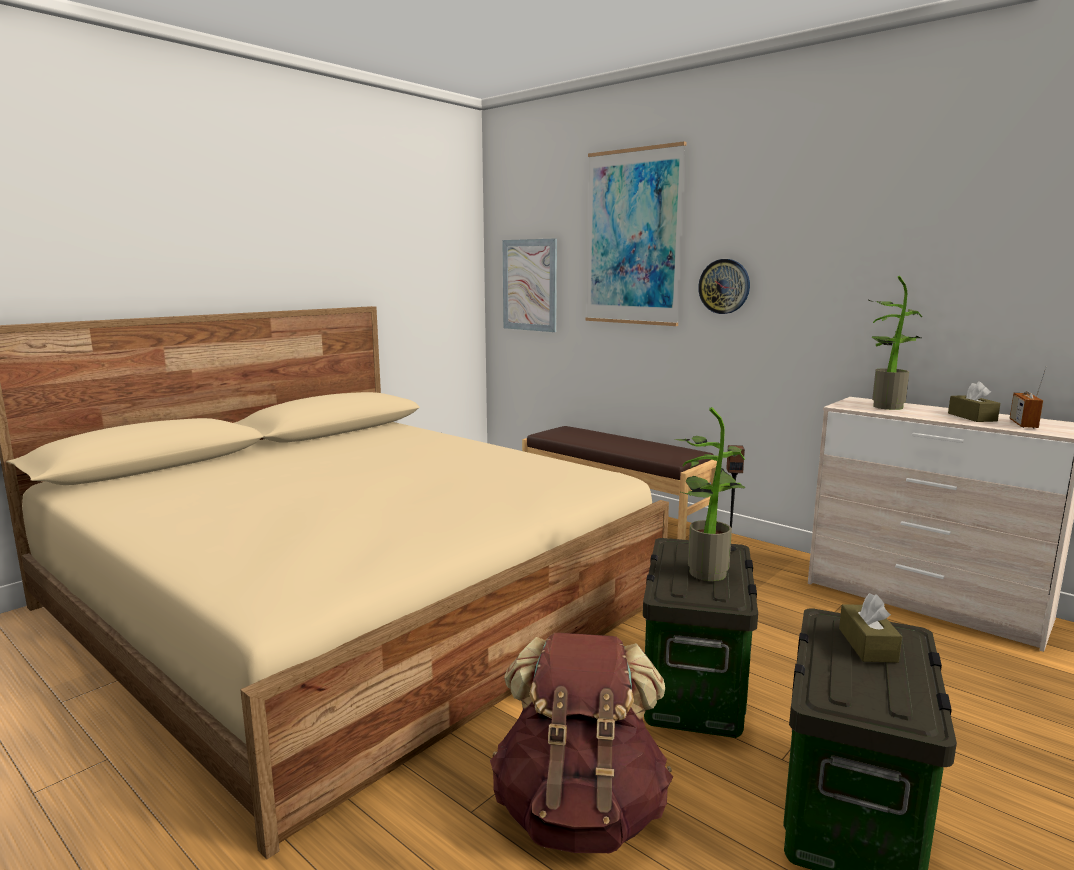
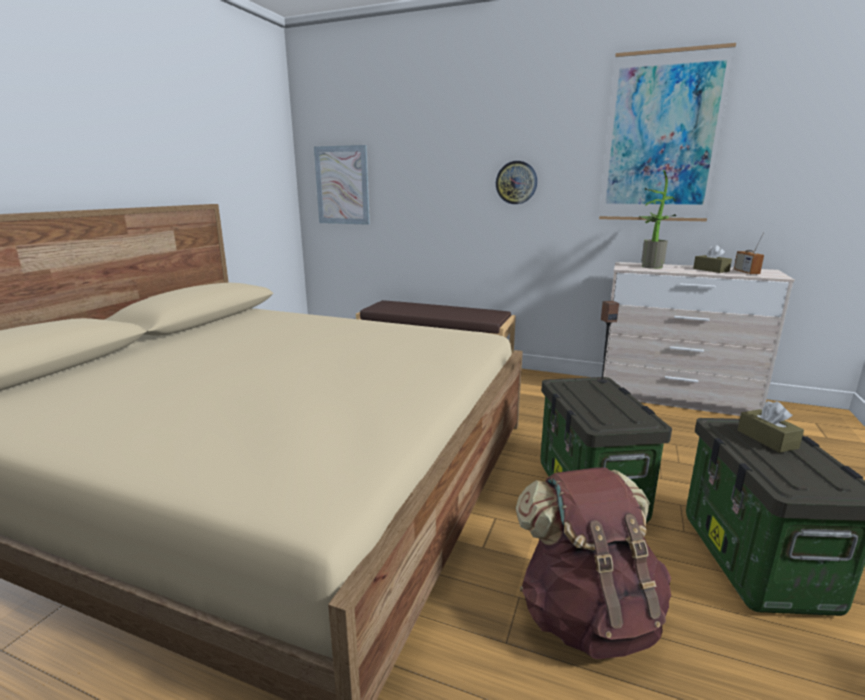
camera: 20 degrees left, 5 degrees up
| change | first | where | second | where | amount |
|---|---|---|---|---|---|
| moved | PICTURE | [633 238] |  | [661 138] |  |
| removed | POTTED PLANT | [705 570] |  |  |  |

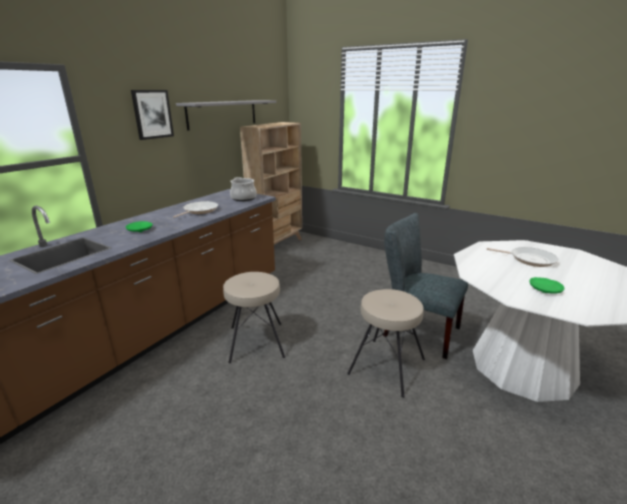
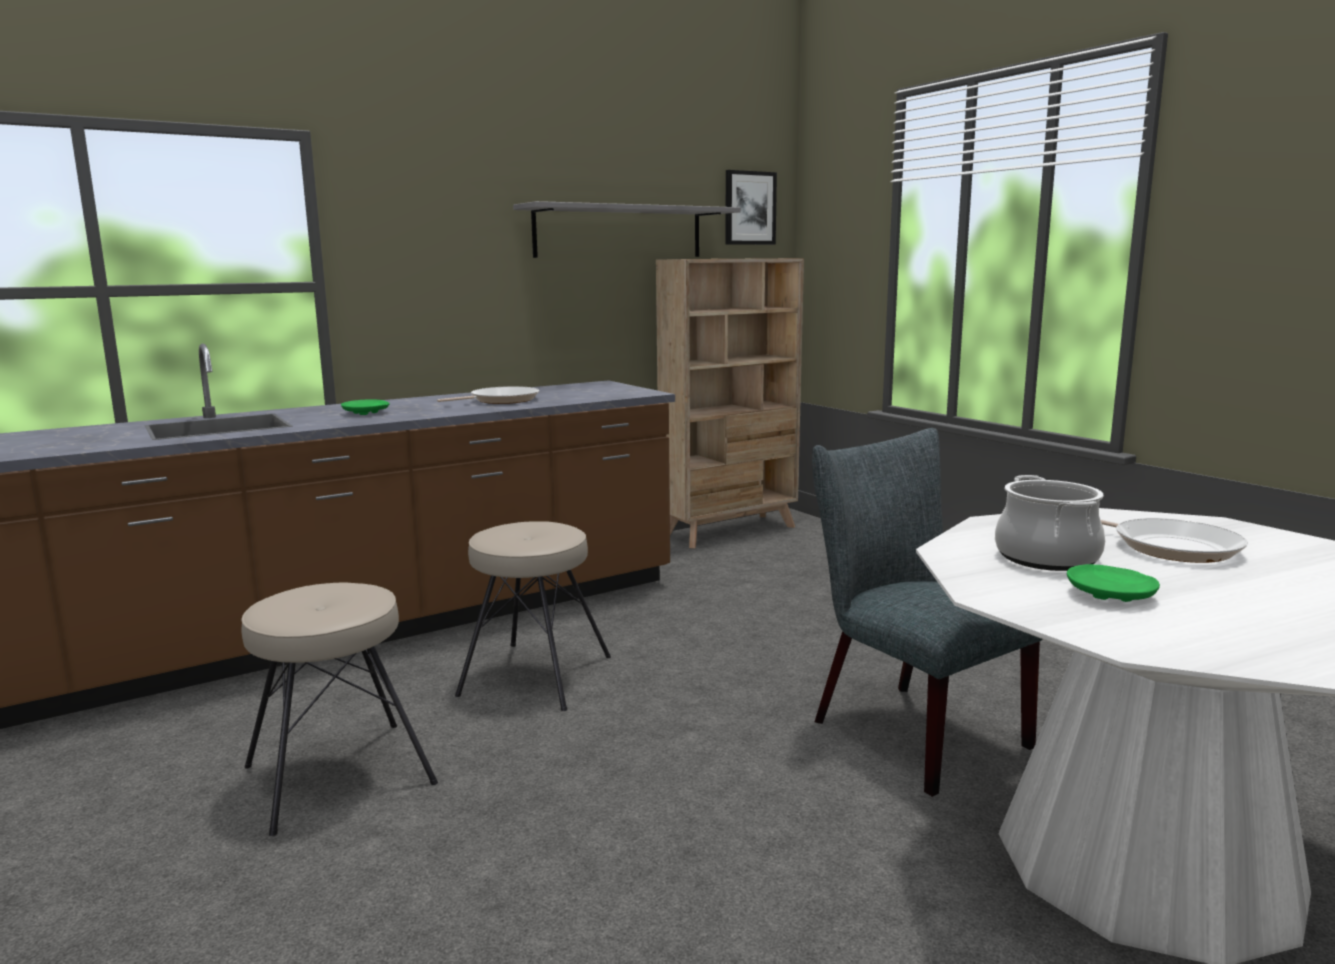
camera: 25 degrees right, 10 degrees down
| change | first | where | second | where | amount |
|---|---|---|---|---|---|
| moved | BEIGE STOOL | [386 366] |  | [338 773] |  |
| moved | PICTURE | [152 114] |  | [749 208] |  |
| moved | COOKING POT | [243 198] |  | [1046 557] |  |

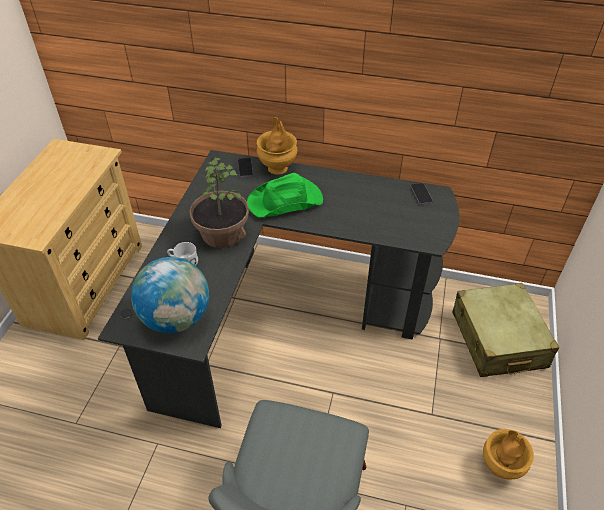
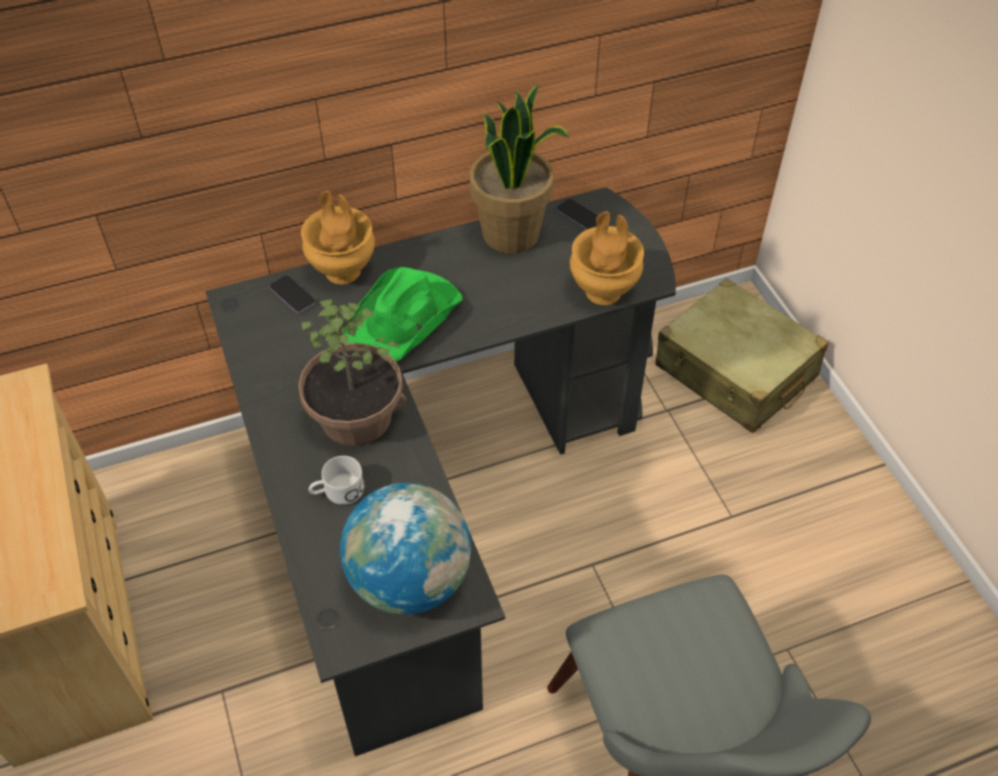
camera: 35 degrees left, 5 degrees up
| change | first | where | second | where | amount |
|---|---|---|---|---|---|
| added |  |  | POTTED PLANT | [512 235] |  |
| moved | BROWN VASE | [501 467] |  | [604 292] |  |

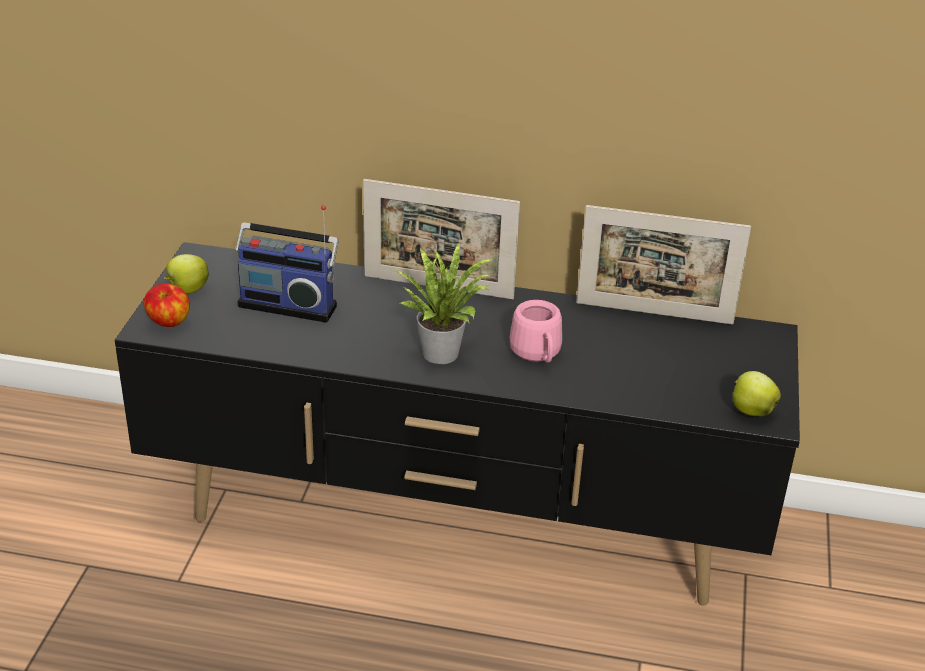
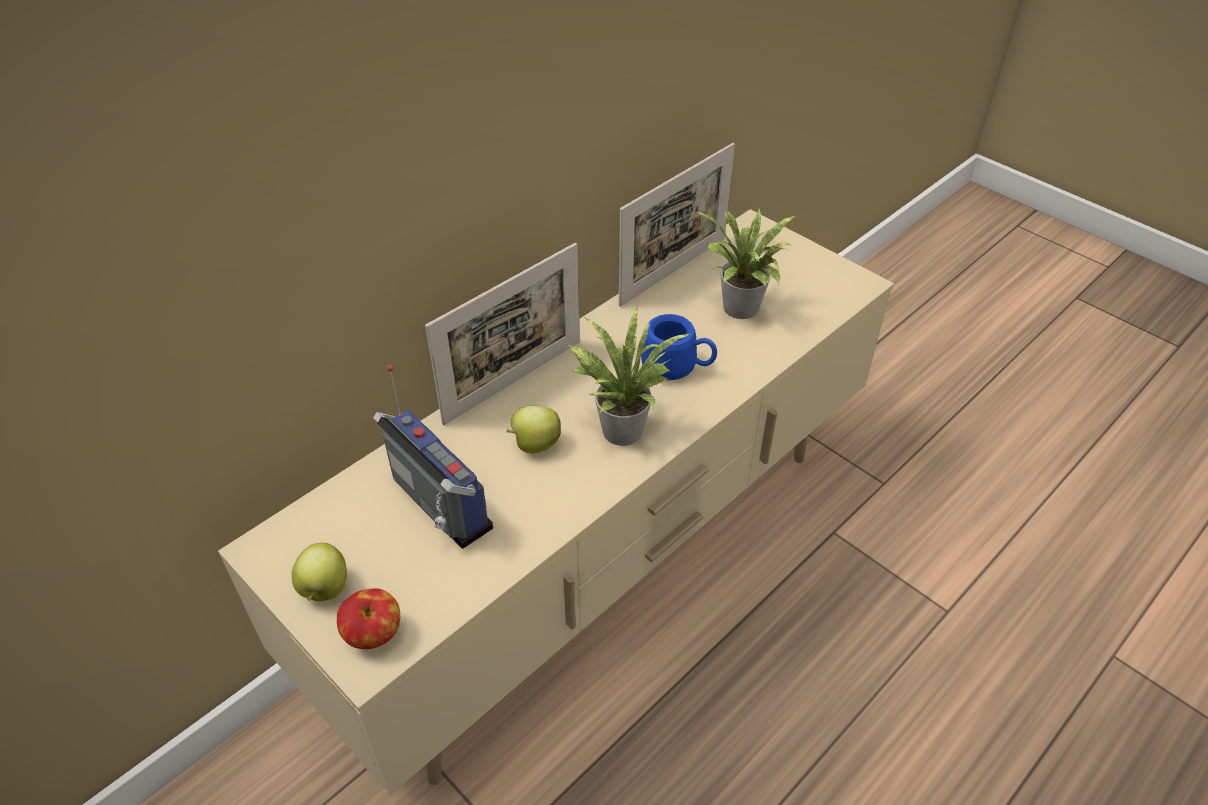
camera: 55 degrees left, 10 degrees up
| change | first | where | second | where | amount |
|---|---|---|---|---|---|
| recoloured | BLACK TV STAND | [457 524] | BEIGE TV STAND | [603 566] |  |
| turned | RADIO | [289 303] |  | [437 507] | 90 degrees counterclockwise |
| moved | APPLE | [751 411] |  | [534 445] |  |
| recoloured | PINK MUG | [538 355] | BLUE MUG | [677 368] |  |
| added |  |  | POTTED PLANT | [740 310] |  |

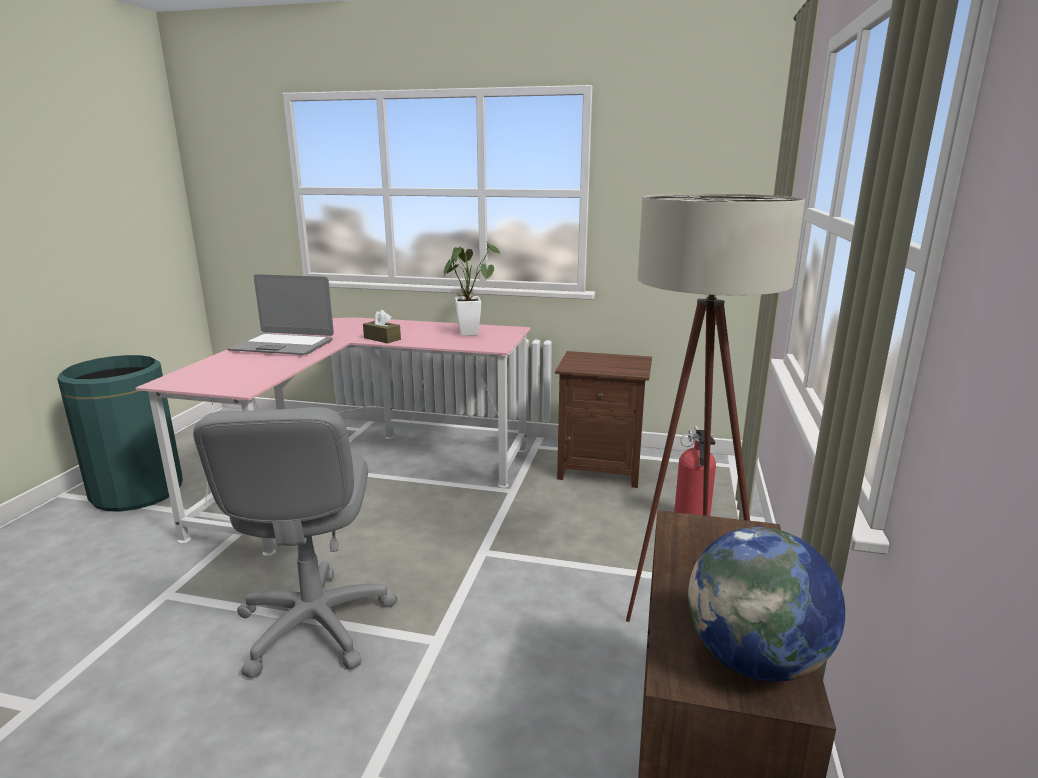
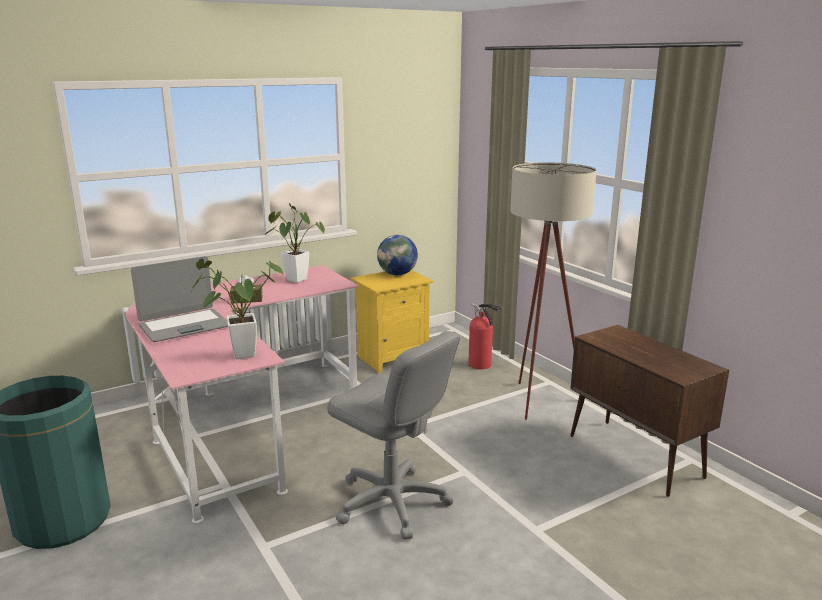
camera: 45 degrees left, 0 degrees up
| change | first | where | second | where | amount |
|---|---|---|---|---|---|
| added |  |  | POTTED PLANT | [238 355] |  |
| recoloured | BROWN NIGHTSTAND | [600 469] | YELLOW NIGHTSTAND | [391 357] |  |
| moved | GLOBE | [755 660] |  | [397 274] |  |

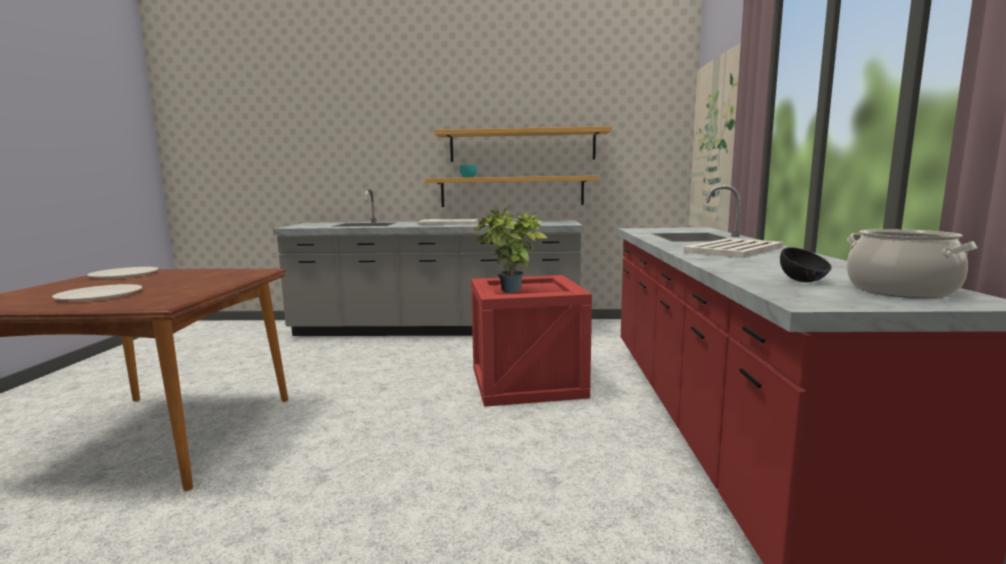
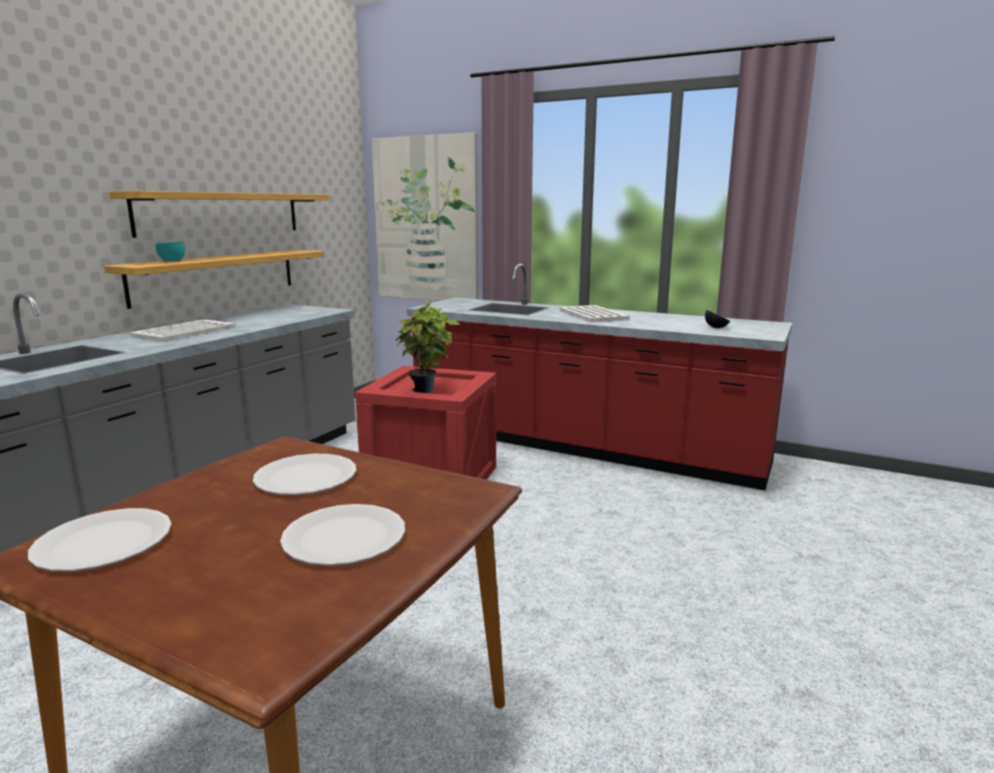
camera: 65 degrees left, 5 degrees up
| change | first | where | second | where | amount |
|---|---|---|---|---|---|
| added |  |  | WHITE PLATE | [305 477] |  |
| removed | COOKING POT | [900 290] |  |  |  |

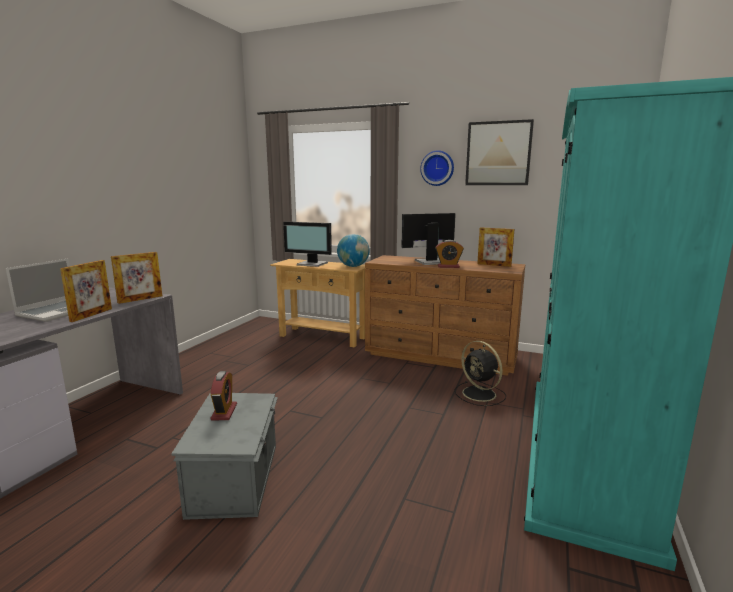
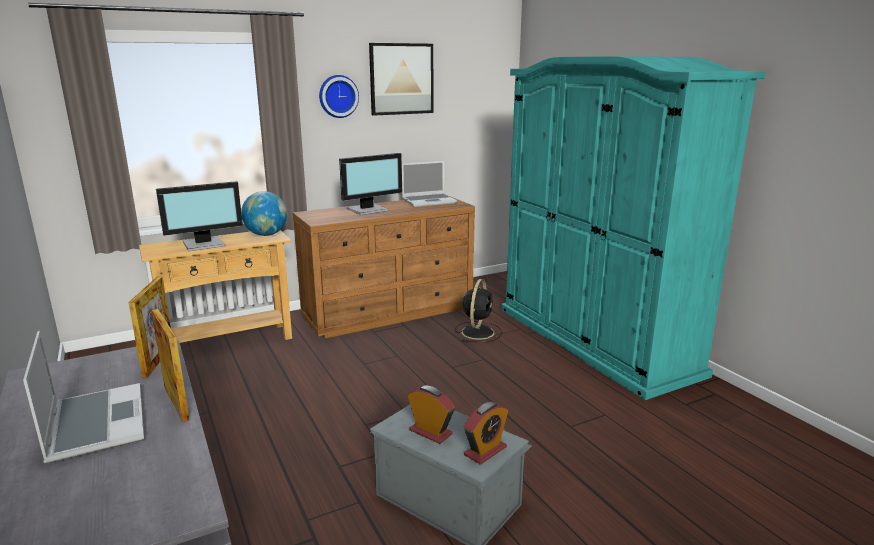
camera: 50 degrees left, 5 degrees up
| change | first | where | second | where | amount |
|---|---|---|---|---|---|
| turned | MONITOR | [430 261] |  | [368 210] | 150 degrees counterclockwise |
| replaced | PICTURE FRAME | [494 265] | LAPTOP | [429 201] |  |
| turned | BLACK FAN | [480 394] |  | [478 331] | 75 degrees counterclockwise |
| moved | ALARM CLOCK | [448 266] |  | [485 451] |  |

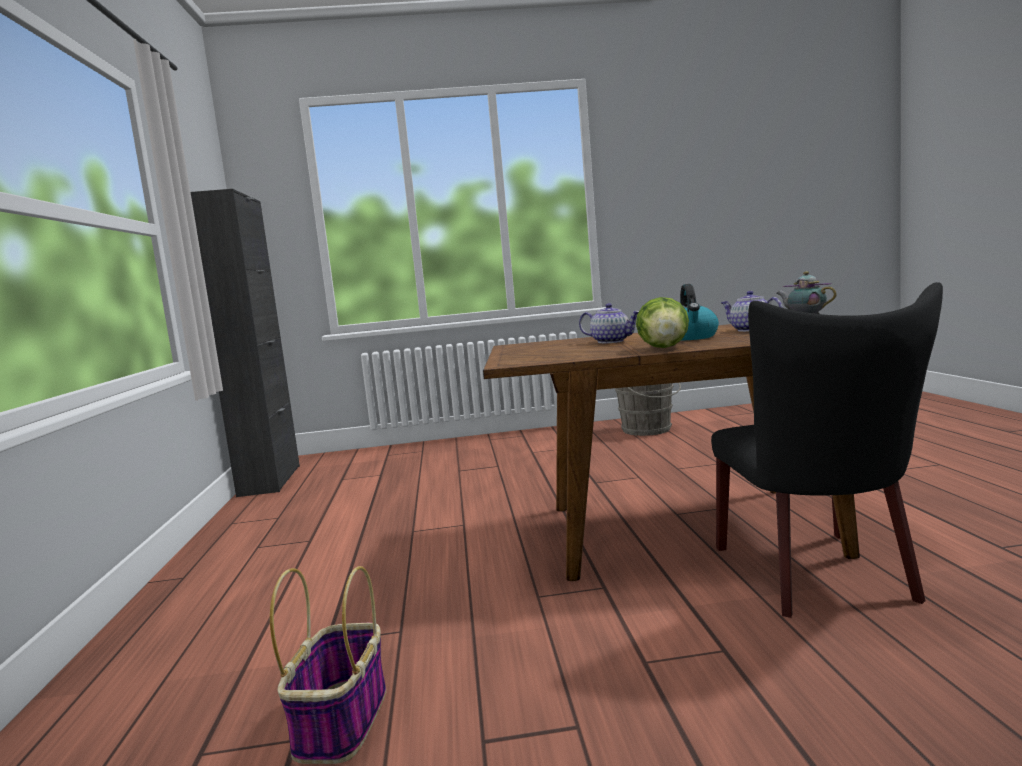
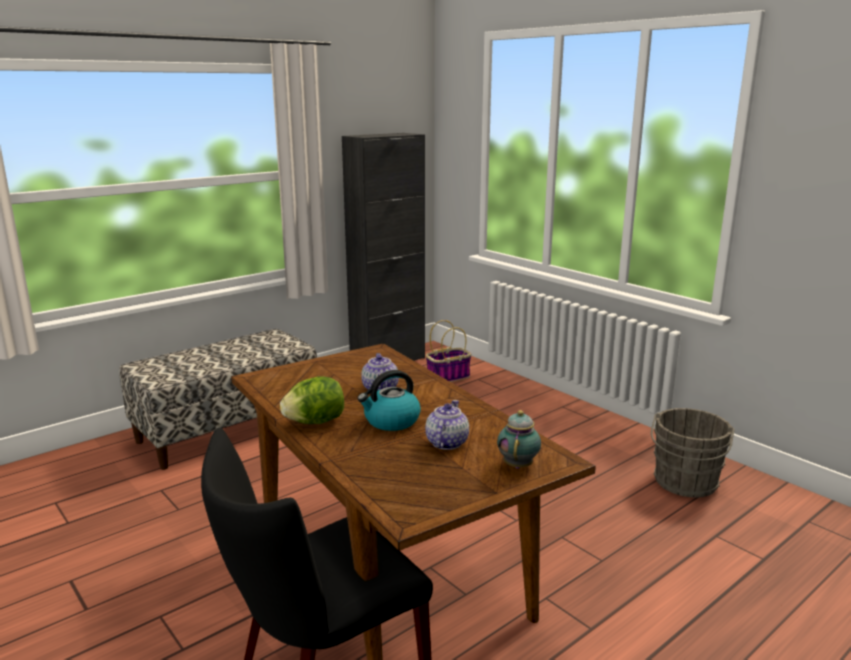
camera: 55 degrees right, 10 degrees up
| change | first | where | second | where | amount |
|---|---|---|---|---|---|
| added |  |  | BENCH | [228 430] |  |
| moved | BASKET | [342 720] |  | [448 377] |  |

